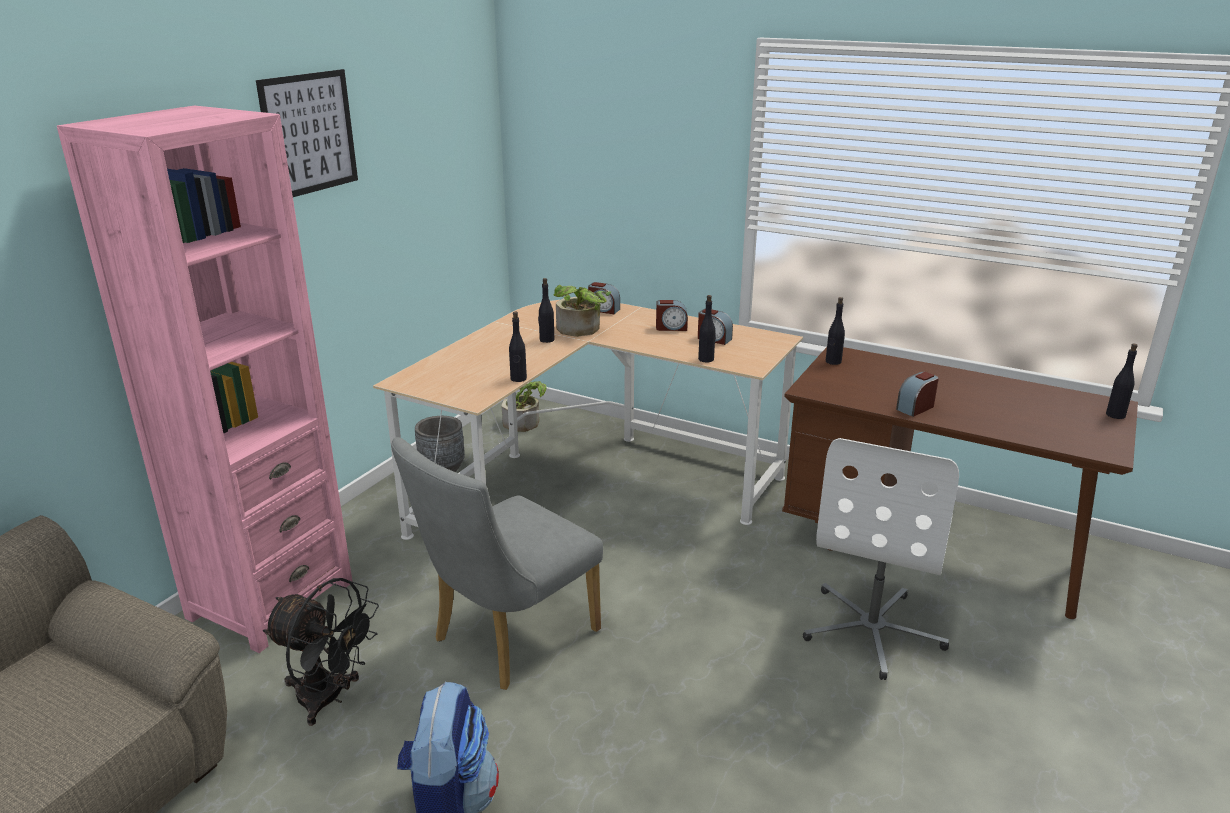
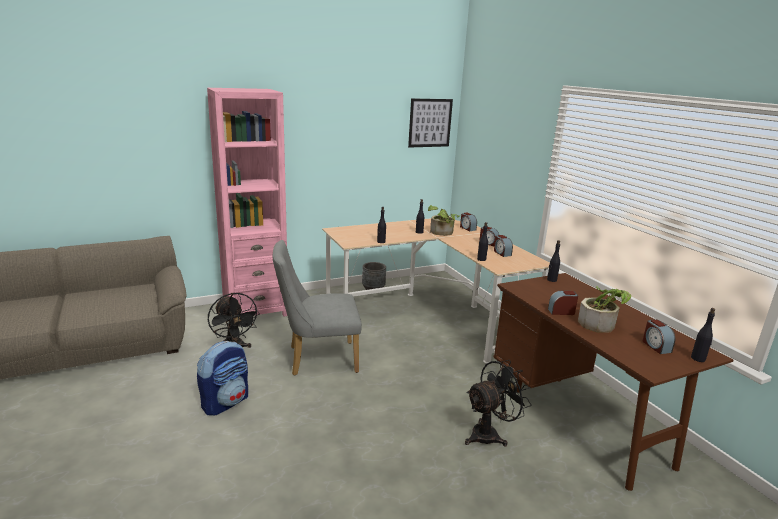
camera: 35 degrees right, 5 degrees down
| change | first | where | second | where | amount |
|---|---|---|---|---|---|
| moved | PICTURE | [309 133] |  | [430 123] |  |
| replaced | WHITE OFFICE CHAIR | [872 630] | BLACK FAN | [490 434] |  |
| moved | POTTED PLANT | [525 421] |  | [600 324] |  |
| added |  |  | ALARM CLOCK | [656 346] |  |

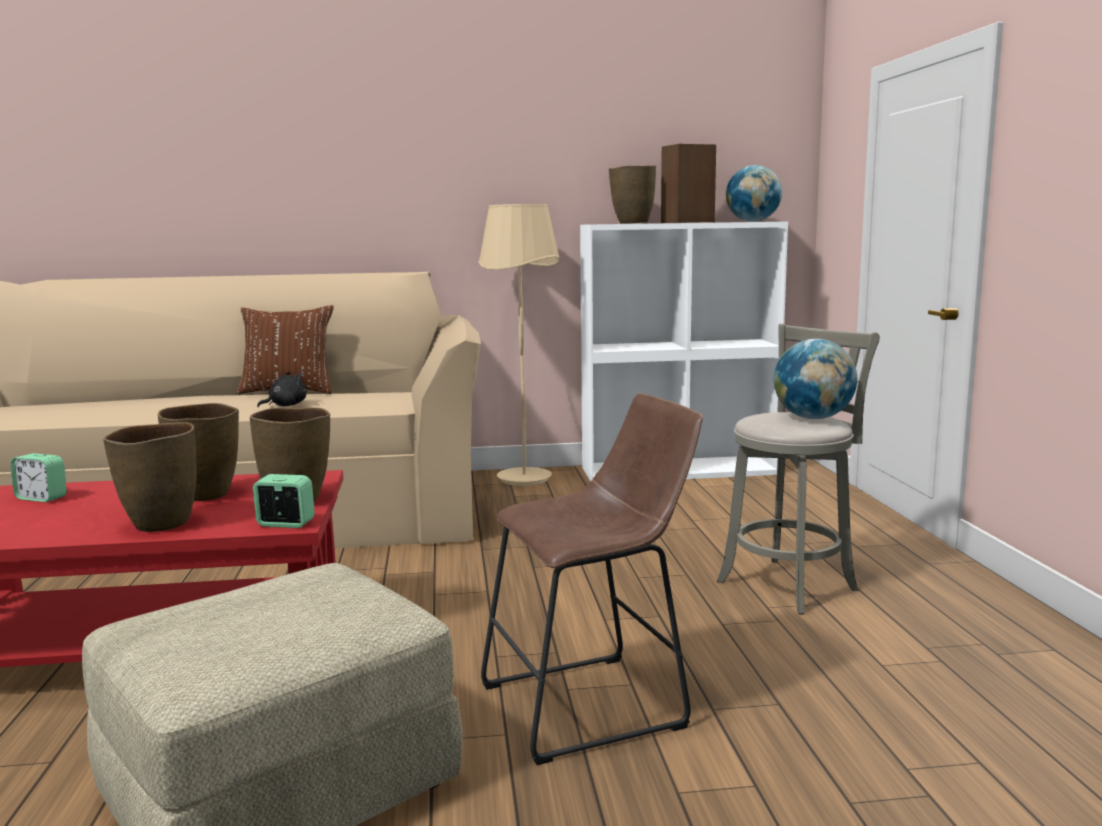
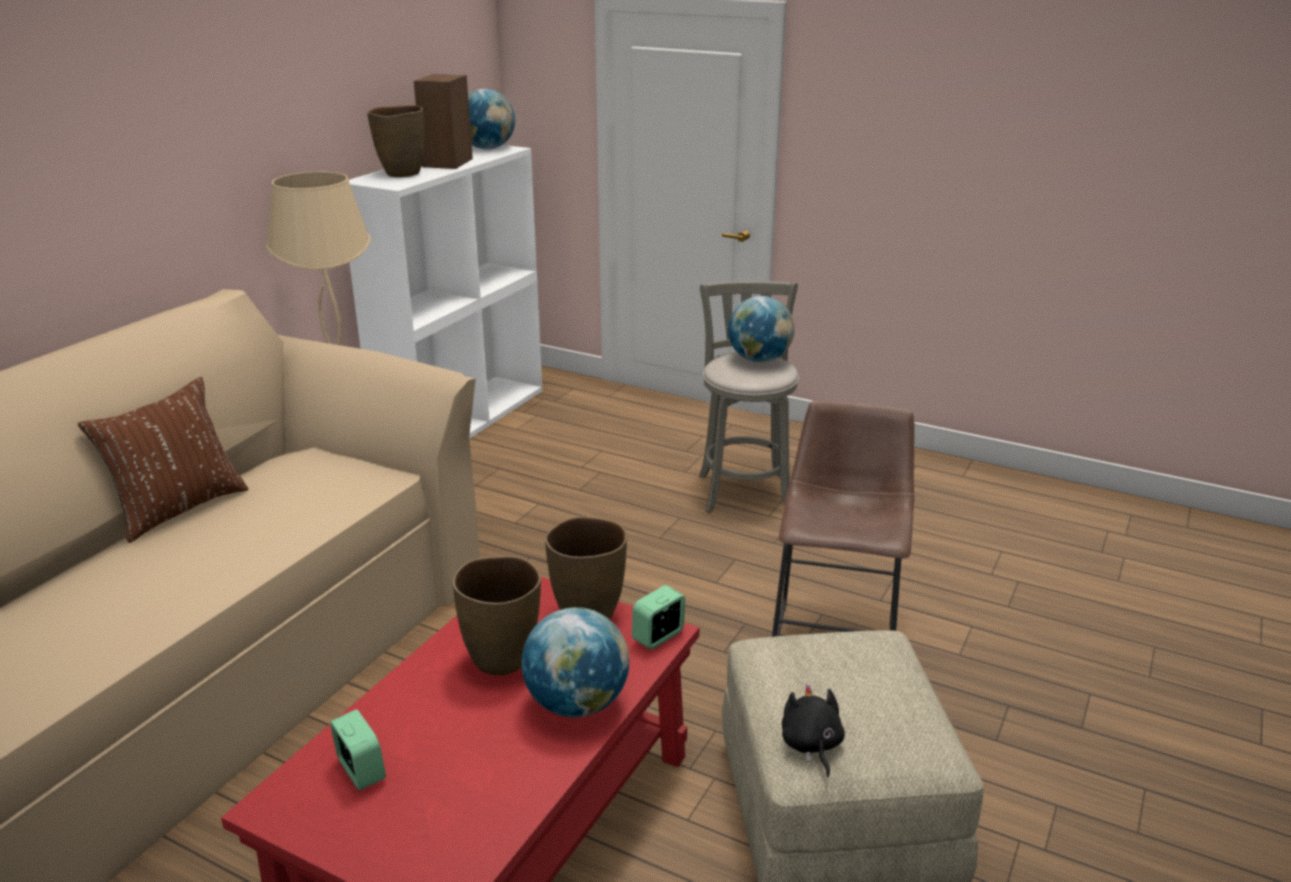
camera: 55 degrees left, 15 degrees up
| change | first | where | second | where | amount |
|---|---|---|---|---|---|
| turned | ALARM CLOCK | [41 498] |  | [361 771] | 90 degrees counterclockwise |
| replaced | BROWN VASE | [160 524] | GLOBE | [577 704] |  |
| moved | BLACK PLUSH TOY | [285 405] |  | [811 745] |  |

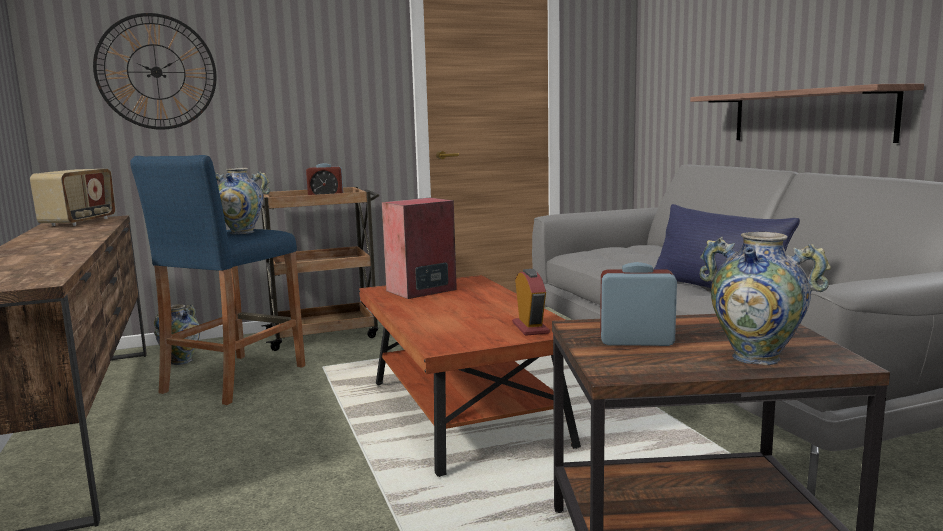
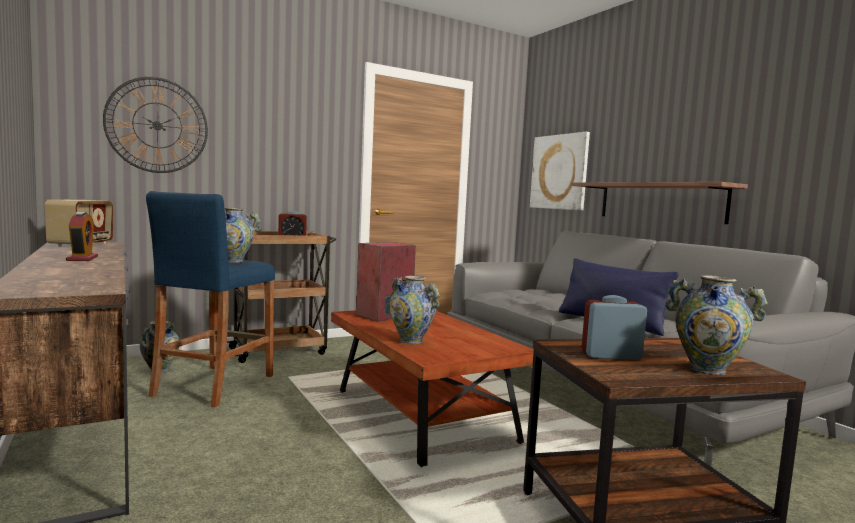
camera: 10 degrees left, 5 degrees down
| change | first | where | second | where | amount |
|---|---|---|---|---|---|
| moved | ALARM CLOCK | [530 328] |  | [82 259] |  |
| added |  |  | VASE | [411 341] |  |
| added |  |  | PICTURE | [559 172] |  |

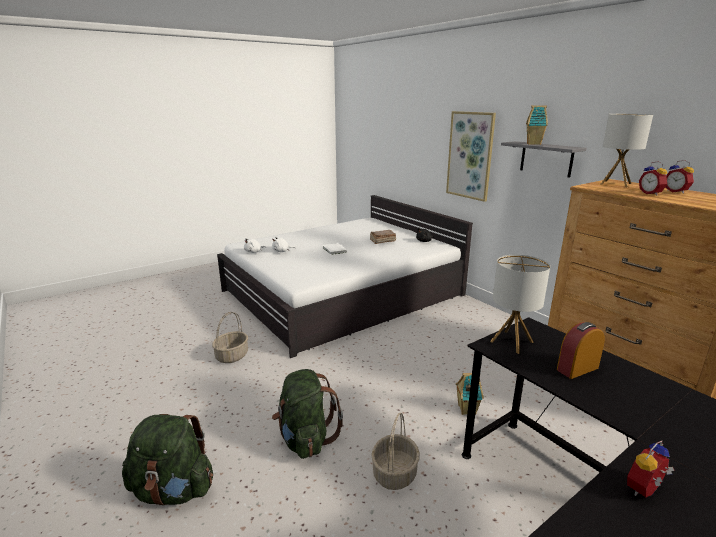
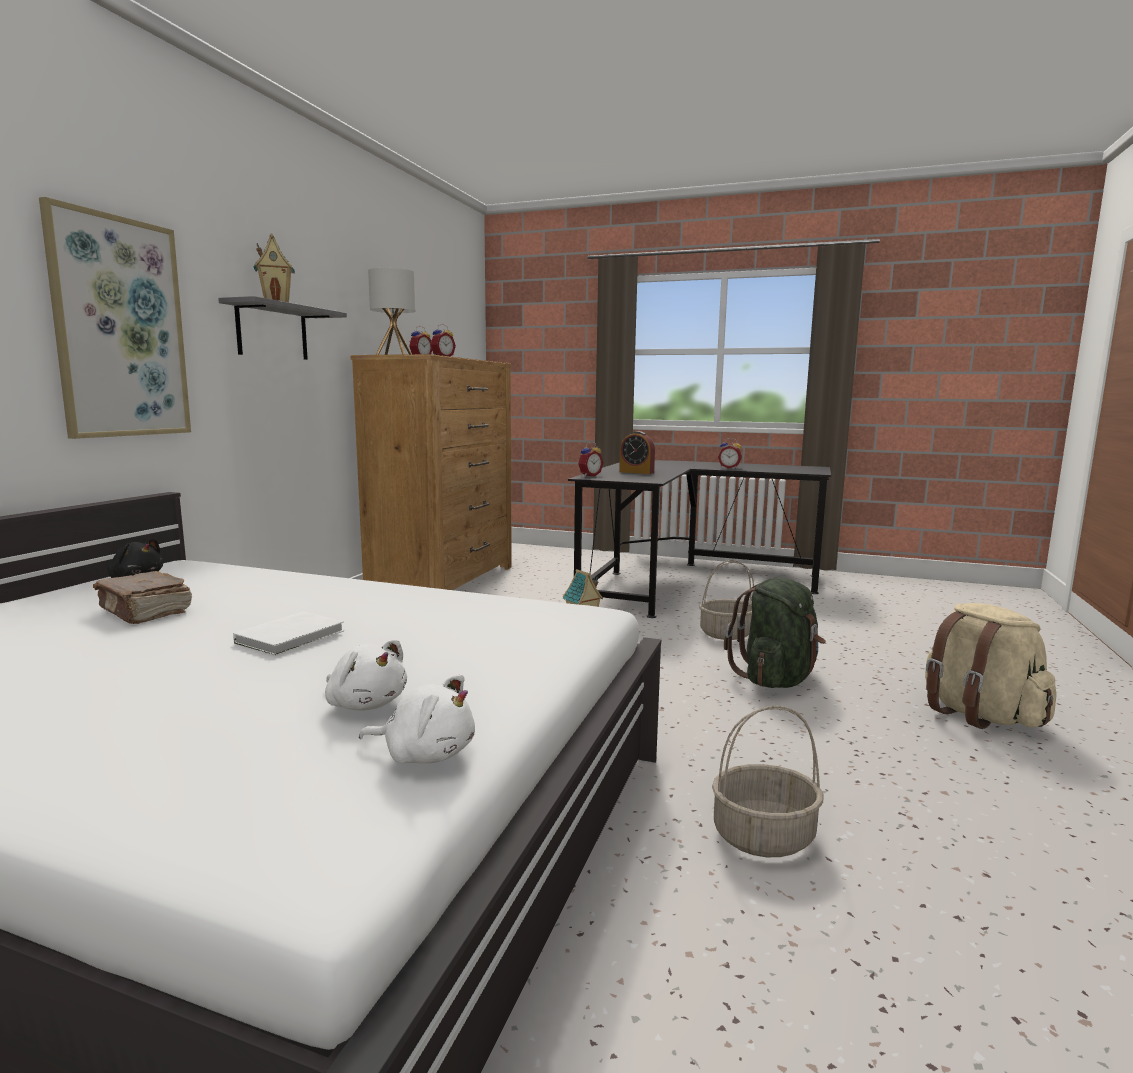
camera: 125 degrees left, 10 degrees down
| change | first | where | second | where | amount |
|---|---|---|---|---|---|
| added |  |  | ALARM CLOCK | [589 475] |  |
| recoloured | GREEN BACKPACK | [174 490] | BEIGE BACKPACK | [979 715] |  |
| removed | TABLE LAMP | [511 342] |  |  |  |

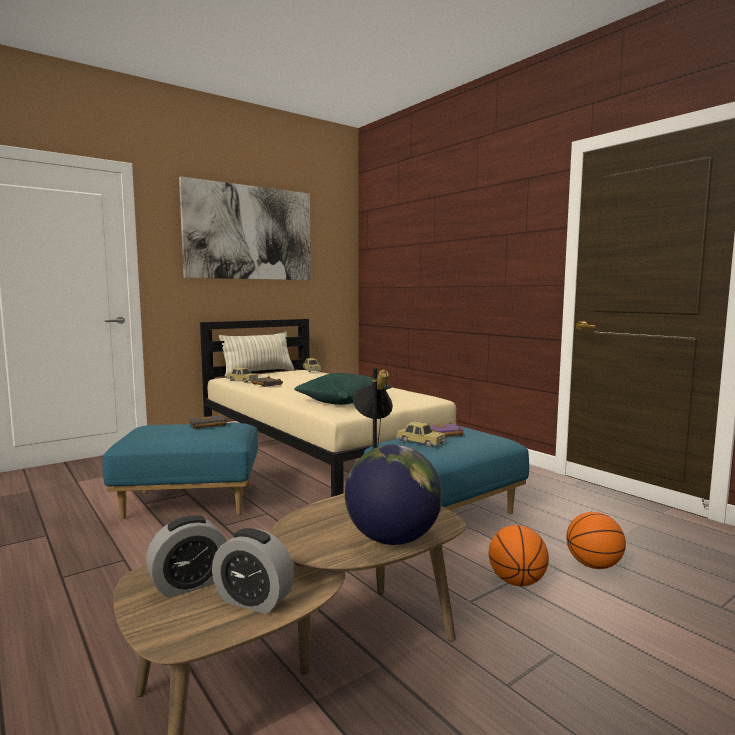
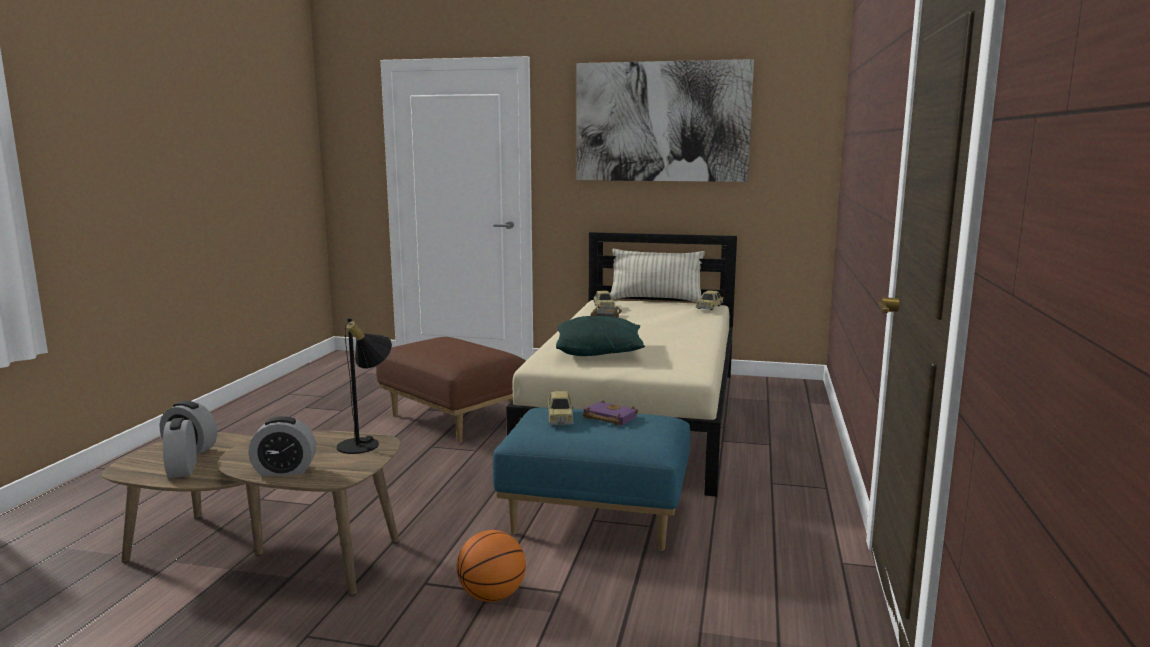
camera: 50 degrees right, 5 degrees up
| change | first | where | second | where | amount |
|---|---|---|---|---|---|
| replaced | GLOBE | [392 539] | ALARM CLOCK | [284 471] |  |
| recoloured | BLUE OTTOMAN | [188 503] | BROWN OTTOMAN | [451 420] |  |
| removed | BLACK BOOK | [207 425] |  |  |  |
| removed | BASKETBALL | [593 565] |  |  |  |

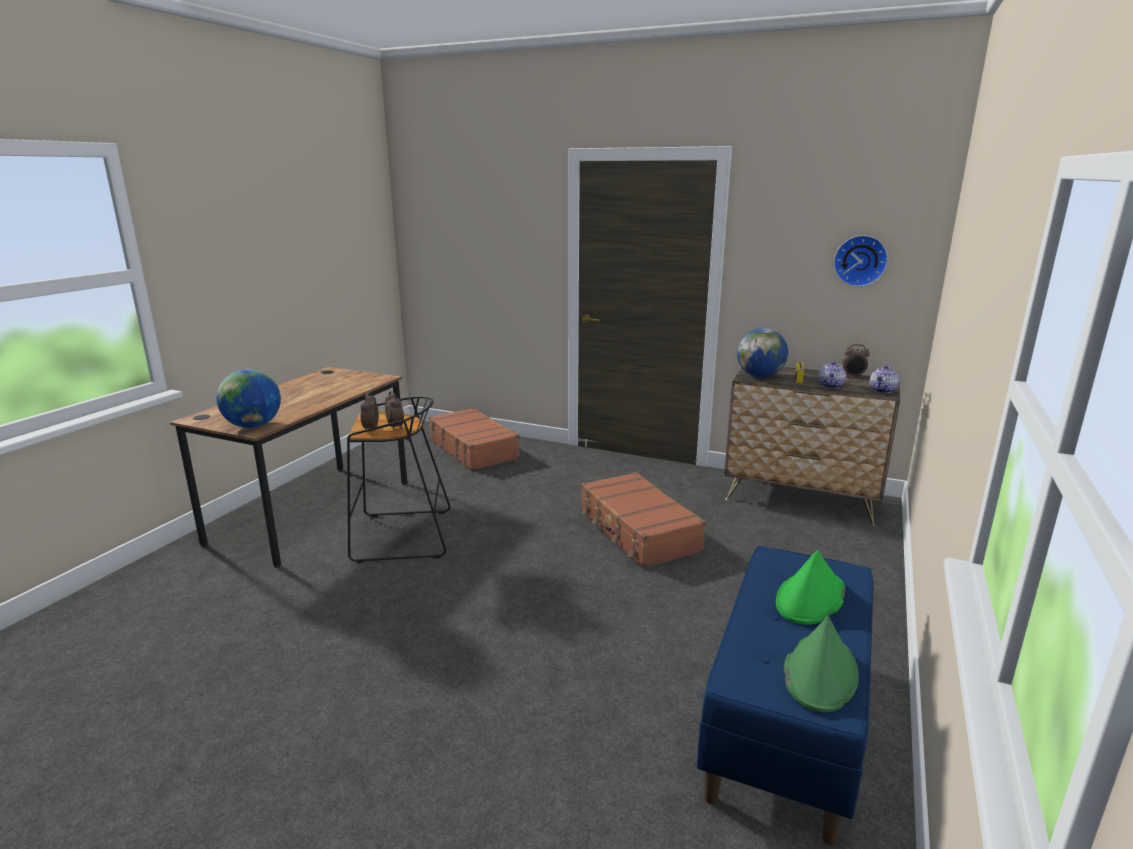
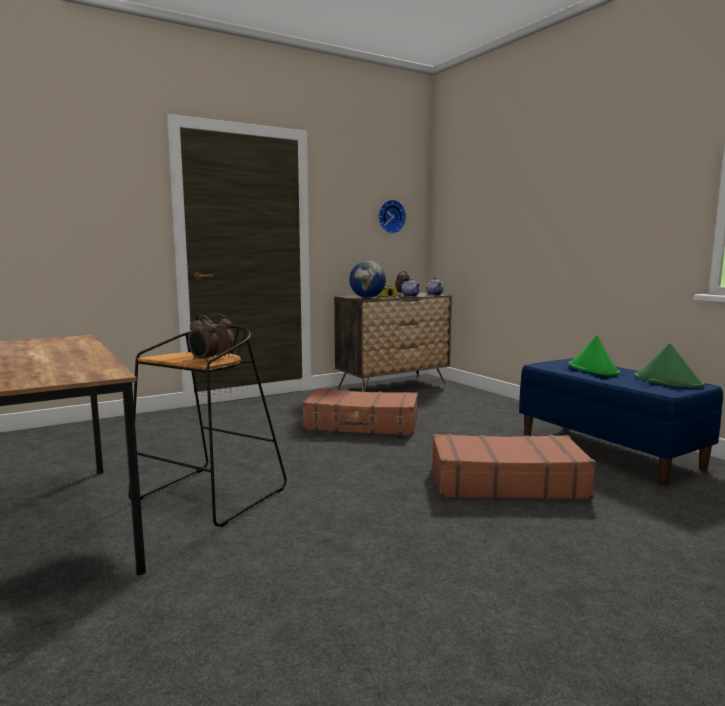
camera: 55 degrees left, 10 degrees down
| change | first | where | second | where | amount |
|---|---|---|---|---|---|
| moved | BROWN SUITCASE | [474 449] |  | [506 482] |  |
| removed | GLOBE | [253 426] |  |  |  |

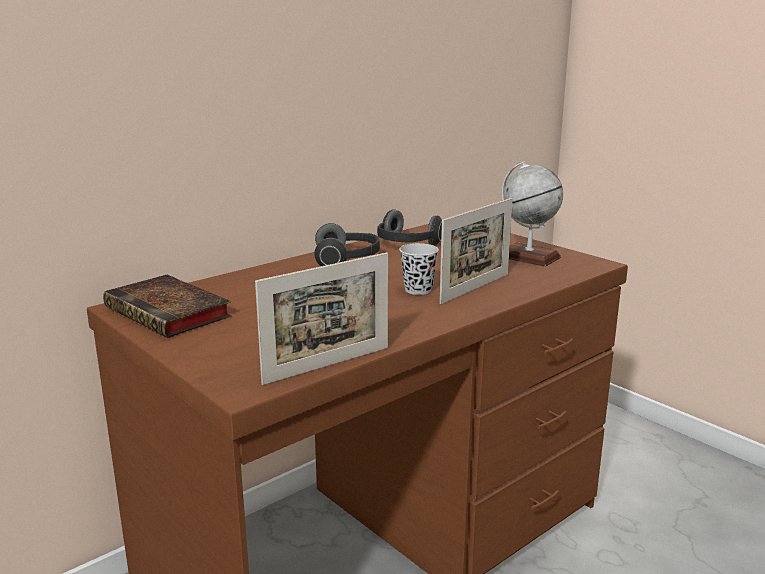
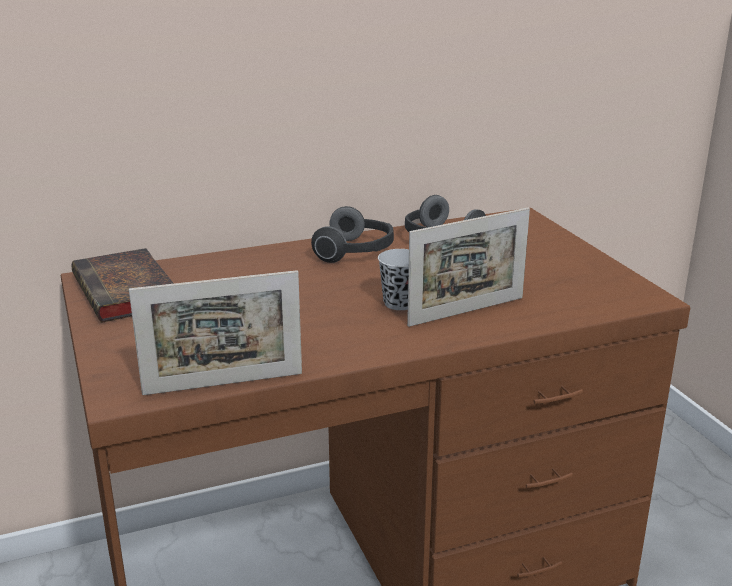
camera: 20 degrees right, 5 degrees up
| change | first | where | second | where | amount |
|---|---|---|---|---|---|
| removed | GLOBE | [528 257] |  |  |  |

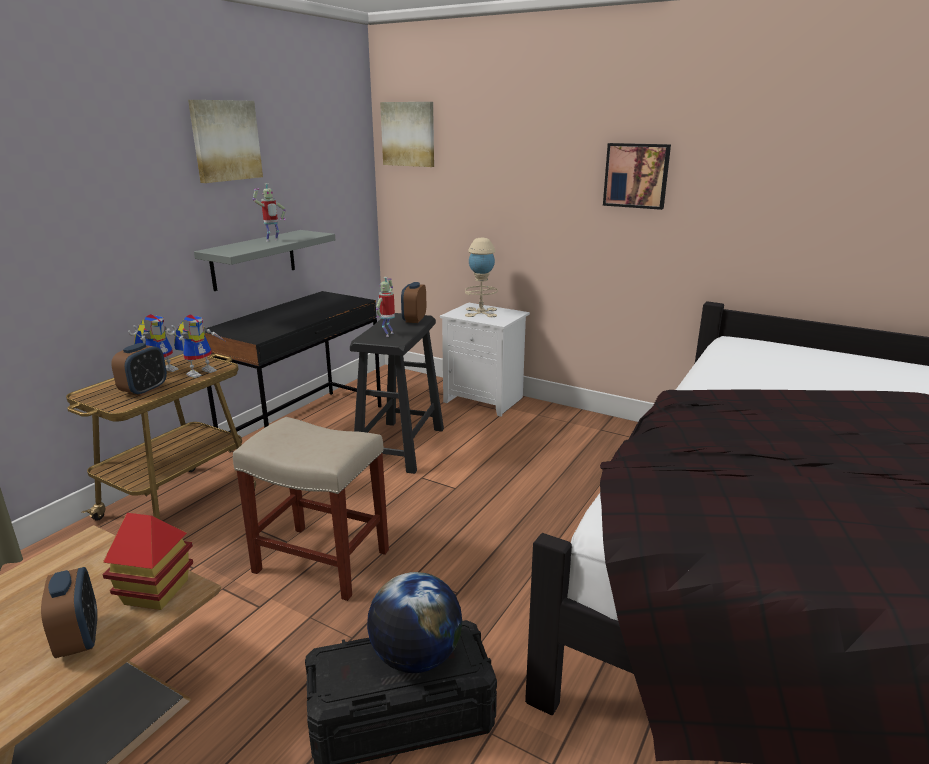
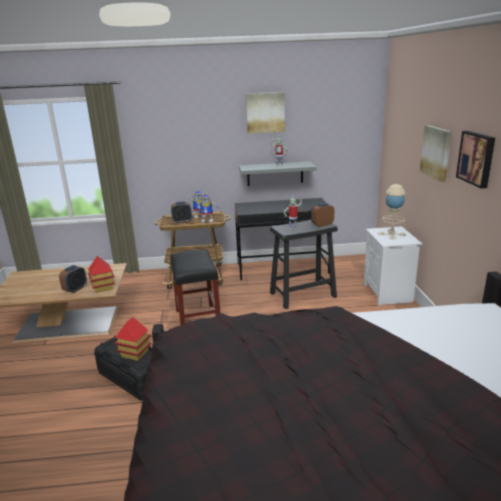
camera: 55 degrees right, 0 degrees up
| change | first | where | second | where | amount |
|---|---|---|---|---|---|
| replaced | GLOBE | [415 657] | TOY HOUSE | [135 354] |  |
| recoloured | BEIGE STOOL | [320 561] | BLACK STOOL | [197 319] |  |
| moved | PICTURE | [408 134] |  | [436 152] |  |

